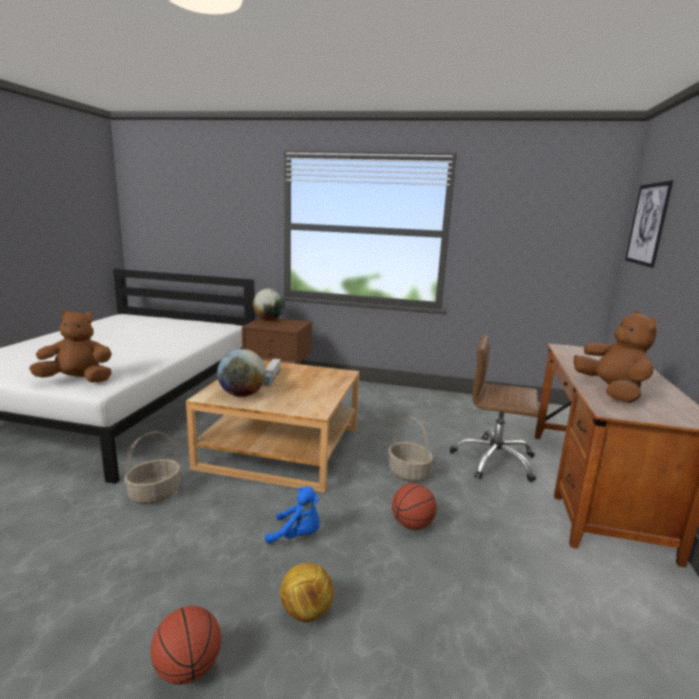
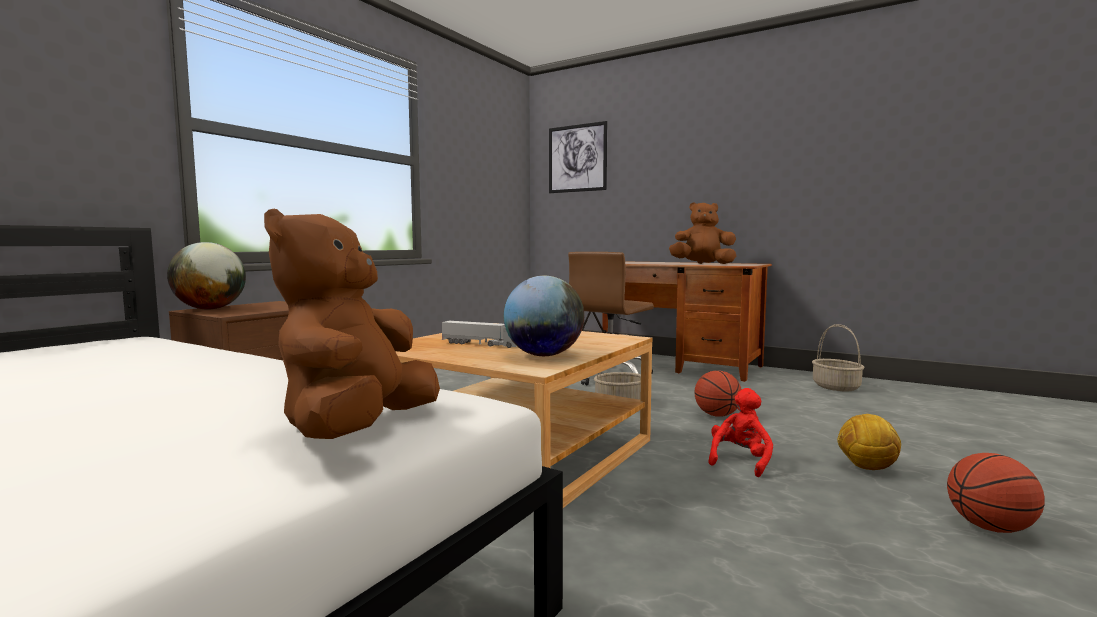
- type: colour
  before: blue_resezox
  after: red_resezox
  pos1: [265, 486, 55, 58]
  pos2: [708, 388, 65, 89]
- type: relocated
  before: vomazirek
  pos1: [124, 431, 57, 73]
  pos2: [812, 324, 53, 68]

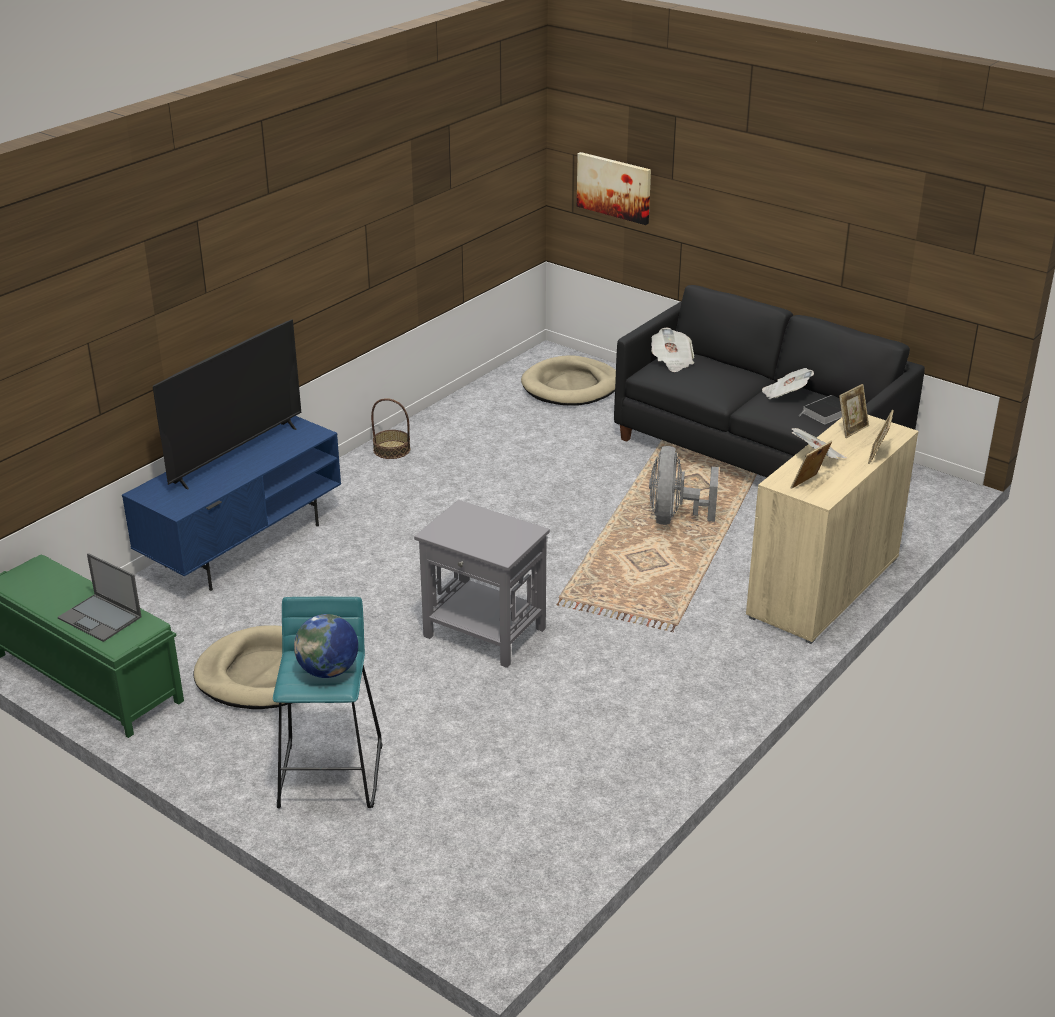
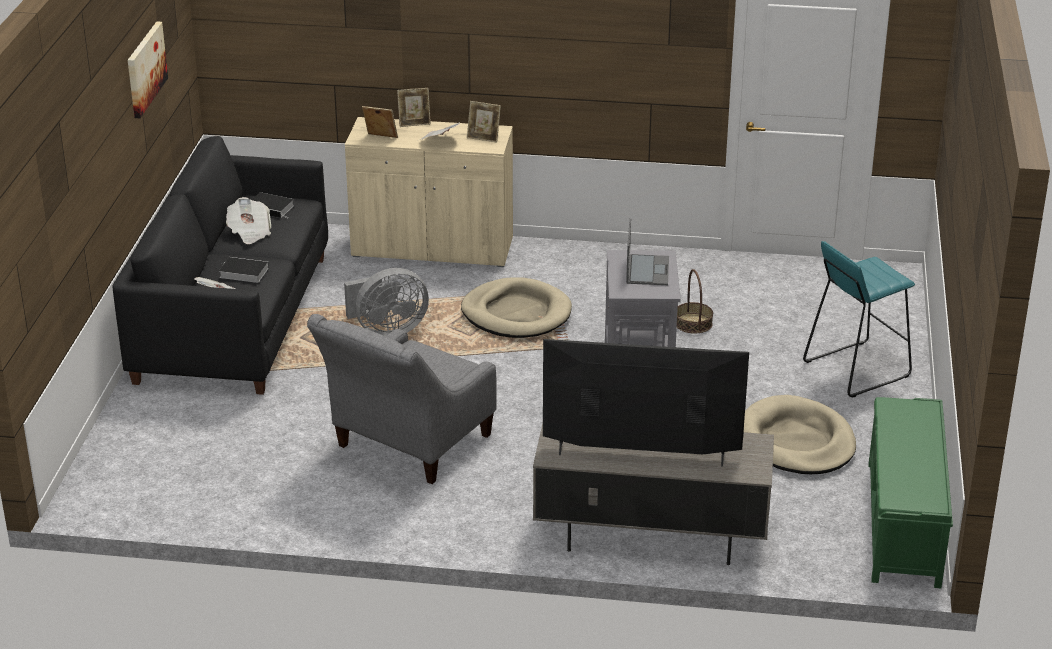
- type: relocated
  before: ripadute
  pos1: [577, 152, 74, 73]
  pos2: [128, 22, 40, 96]
- type: appeared
  after: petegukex
  pos2: [219, 257, 50, 26]
- type: appeared
  after: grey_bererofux
  pos2: [307, 314, 190, 170]
- type: relocated
  before: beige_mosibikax
  pos1: [521, 355, 95, 51]
  pos2: [461, 277, 111, 61]
- type: colour
  before: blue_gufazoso
  after: grey_gufazoso
  pos1: [122, 416, 219, 175]
  pos2: [533, 423, 241, 142]
- type: relocated
  before: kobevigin
  pos1: [58, 553, 84, 89]
  pos2: [626, 219, 43, 66]
- type: relocated
  before: vomazirek
  pos1: [371, 398, 39, 61]
  pos2: [677, 269, 36, 65]
- type: missing
  before: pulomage
  pos1: [294, 614, 64, 64]

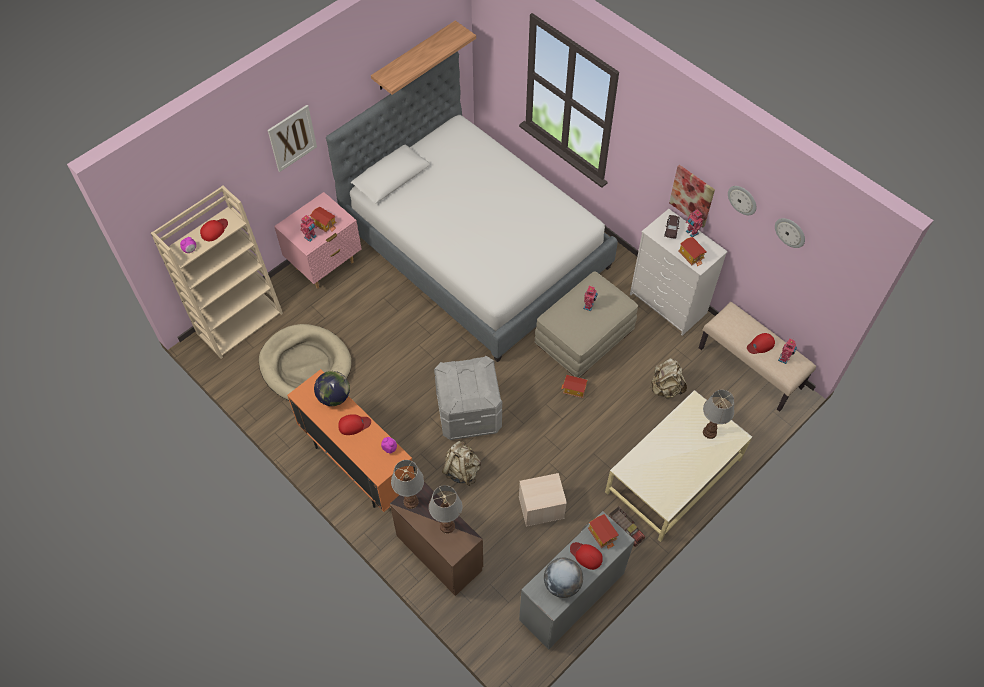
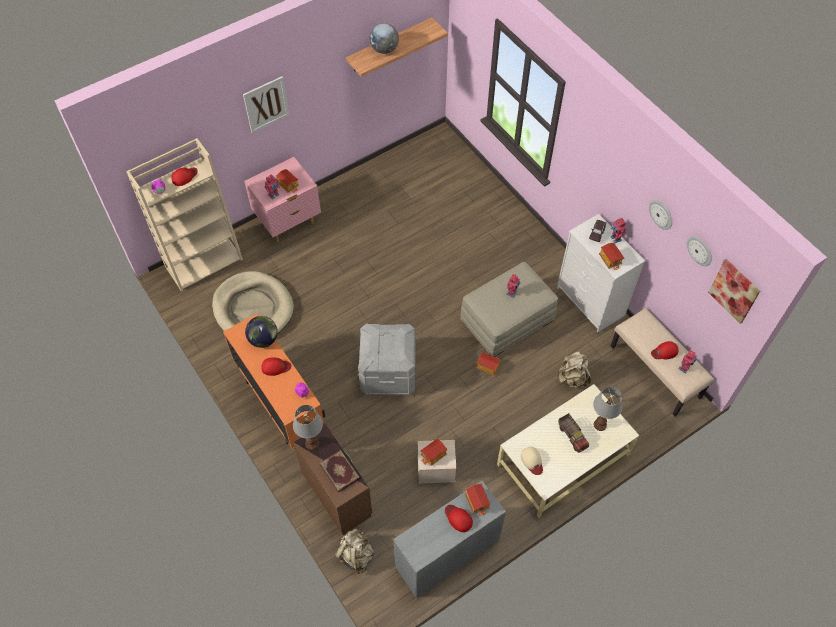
- type: exchanged
  before: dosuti
  after: petegukex
  pos1: [429, 485, 34, 49]
  pos2: [319, 450, 41, 43]
- type: relocated
  before: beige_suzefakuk
  pos1: [442, 441, 39, 45]
  pos2: [335, 529, 39, 45]
- type: relocated
  before: pulomage
  pos1: [544, 558, 39, 40]
  pos2: [370, 23, 29, 31]
- type: appeared
  after: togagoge
  pos2: [421, 438, 26, 28]
- type: appeared
  after: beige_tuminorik
  pos2: [521, 447, 22, 28]
- type: relocated
  before: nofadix
  pos1: [609, 506, 36, 41]
  pos2: [558, 413, 31, 40]
- type: relocated
  before: ripadute
  pos1: [669, 165, 46, 62]
  pos2: [708, 259, 52, 65]
- type: missing
  before: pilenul
  pos1: [326, 51, 292, 311]

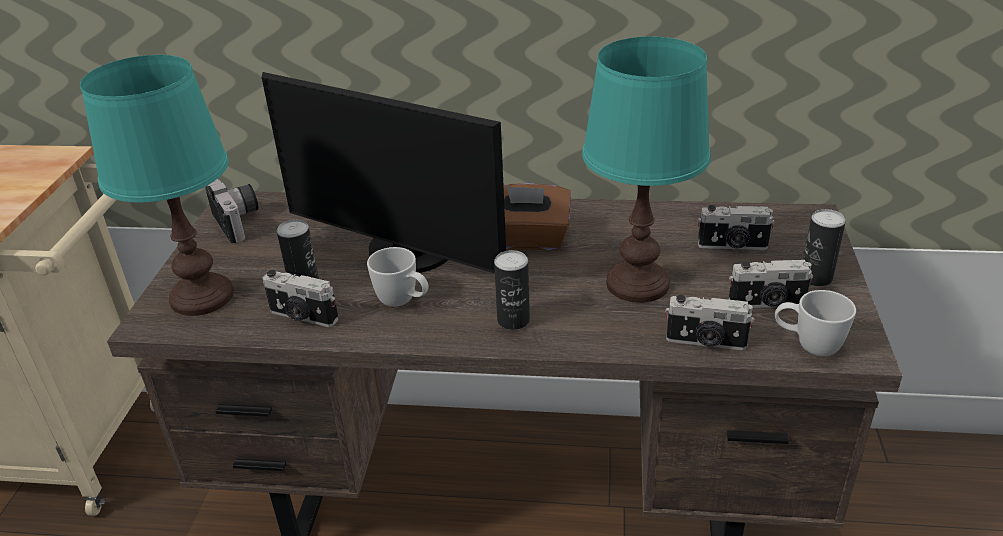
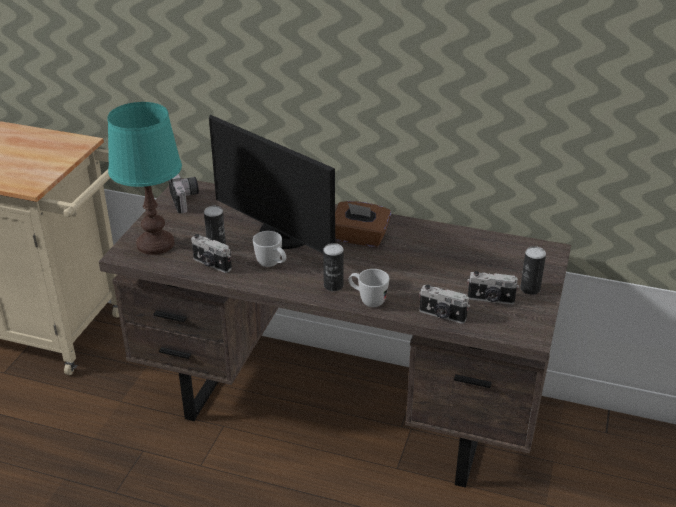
- type: relocated
  before: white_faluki
  pos1: [775, 290, 81, 66]
  pos2: [349, 269, 40, 38]
- type: missing
  before: turquoise_dosuti
  pos1: [582, 37, 129, 266]
- type: missing
  before: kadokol
  pos1: [697, 205, 78, 45]

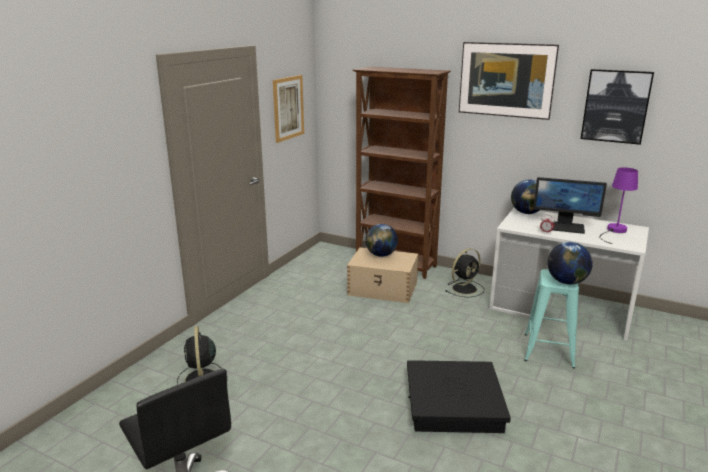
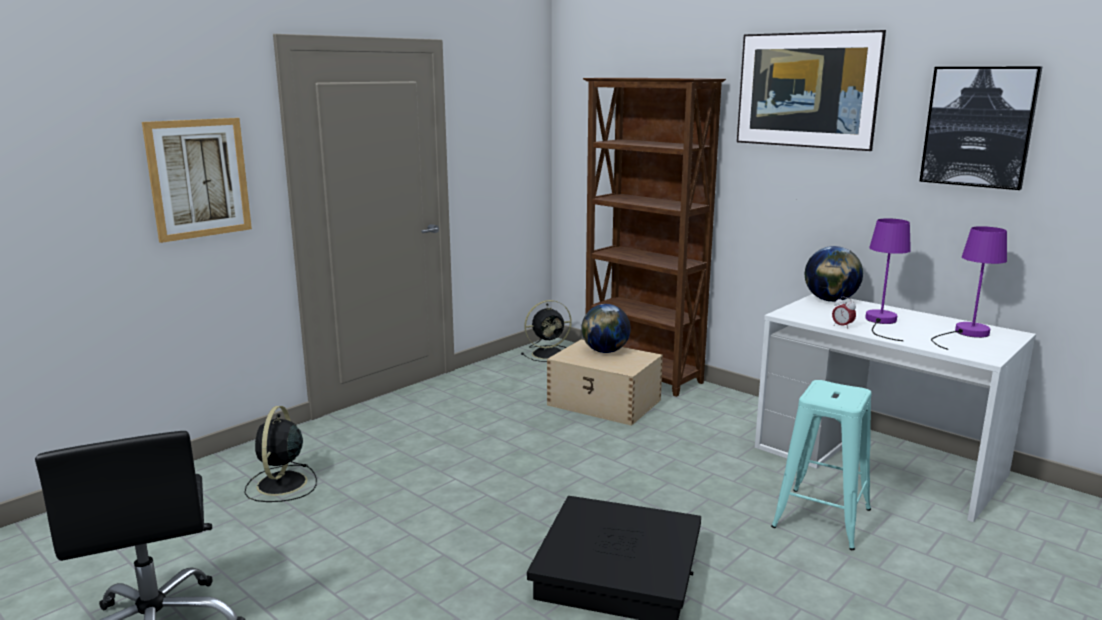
- type: relocated
  before: ripadute
  pos1: [273, 75, 31, 68]
  pos2: [142, 118, 110, 125]
- type: relocated
  before: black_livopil
  pos1: [446, 248, 38, 49]
  pos2: [521, 300, 51, 62]
- type: exchanged
  before: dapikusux
  after: purple_dosuti
  pos1: [533, 177, 74, 57]
  pos2: [865, 218, 46, 123]
- type: missing
  before: pulomage
  pos1: [547, 242, 46, 42]

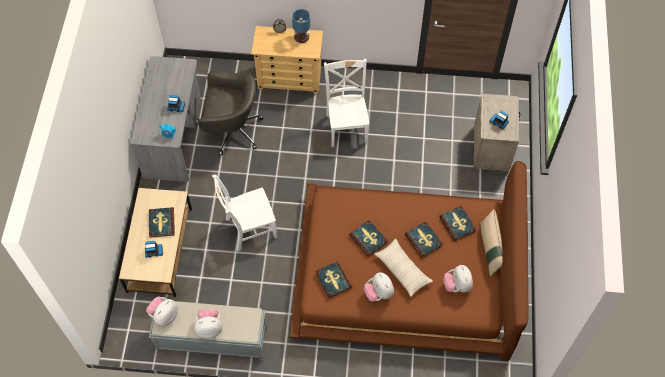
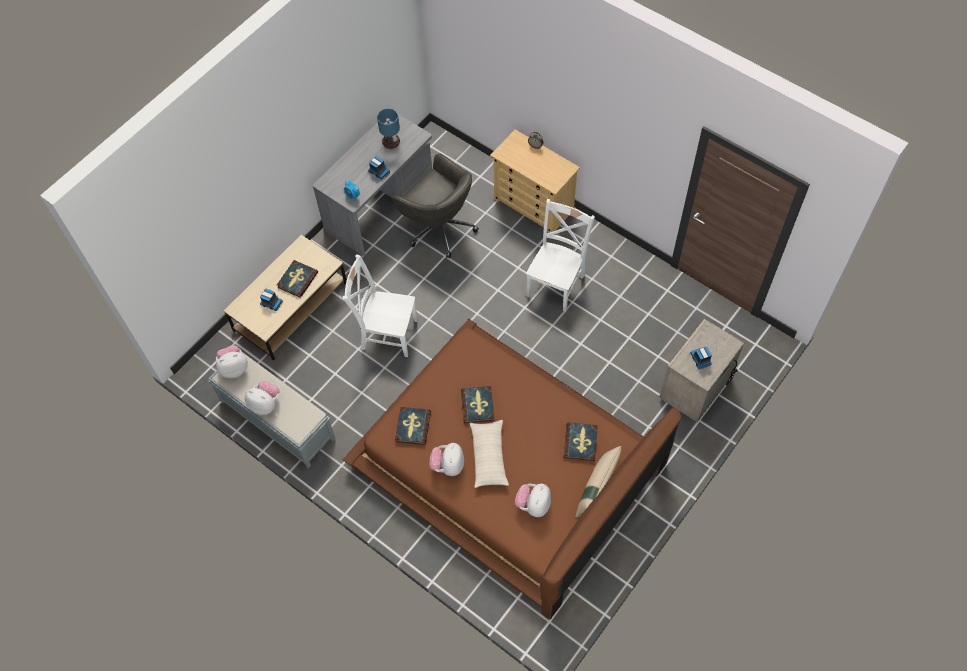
- type: relocated
  before: dosuti
  pos1: [292, 9, 18, 34]
  pos2: [377, 108, 23, 41]
- type: missing
  before: petegukex
  pos1: [405, 221, 38, 37]

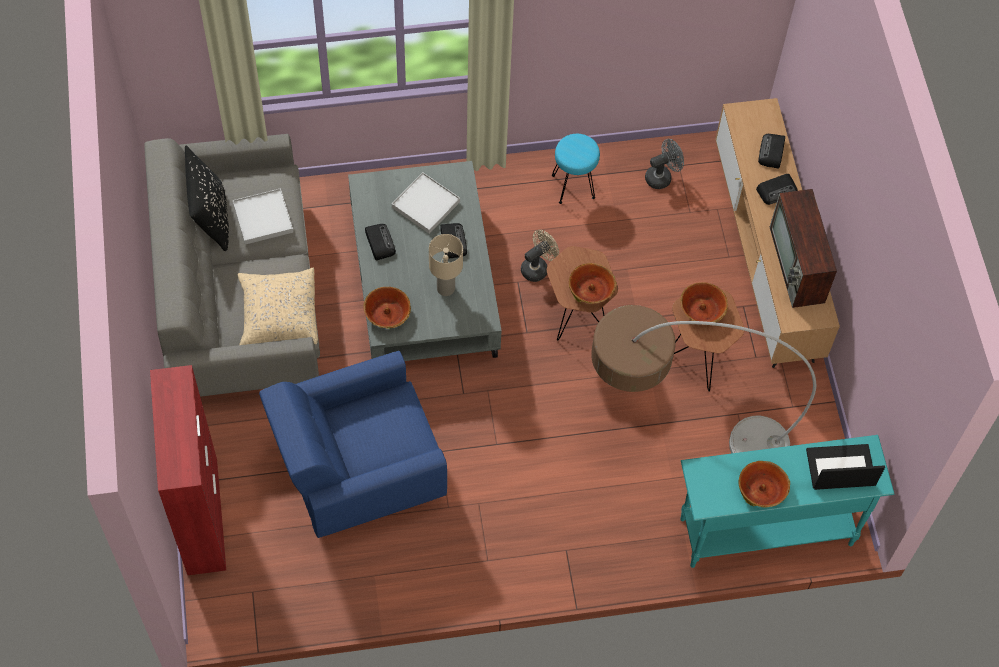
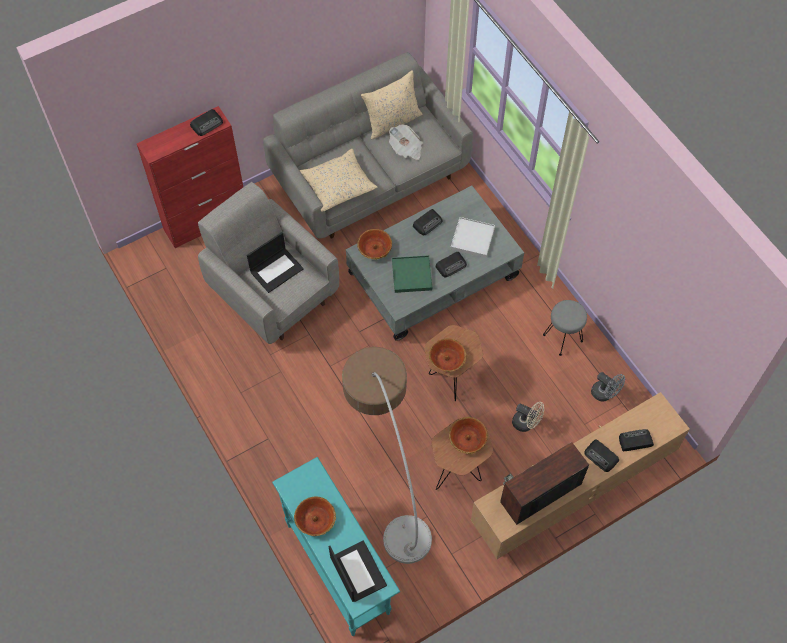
- type: appeared
  after: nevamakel
  pos2: [190, 109, 33, 27]
- type: colour
  before: blue_bererofux
  after: grey_bererofux
  pos1: [259, 351, 188, 187]
  pos2: [198, 182, 141, 162]
- type: appeared
  after: kobevigin
  pos2: [247, 232, 57, 61]
- type: colour
  before: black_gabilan
  after: beige_gabilan
  pos1: [185, 145, 44, 106]
  pos2: [361, 70, 62, 69]
- type: exchanged
  before: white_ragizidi
  after: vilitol
  pos1: [233, 188, 60, 57]
  pos2: [389, 124, 34, 36]
- type: exchanged
  before: beige_dosuti
  after: green_ragizidi
  pos1: [429, 234, 34, 62]
  pos2: [392, 255, 40, 38]
- type: relocated
  before: beige_livopil
  pos1: [521, 230, 38, 52]
  pos2: [512, 402, 32, 30]
- type: colour
  before: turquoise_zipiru
  after: grey_zipiru
  pos1: [552, 134, 48, 70]
  pos2: [543, 300, 44, 56]

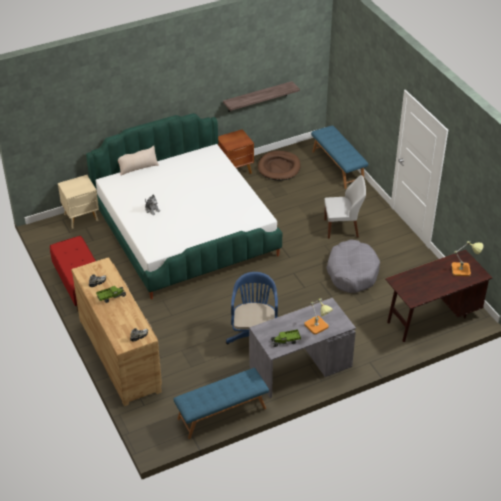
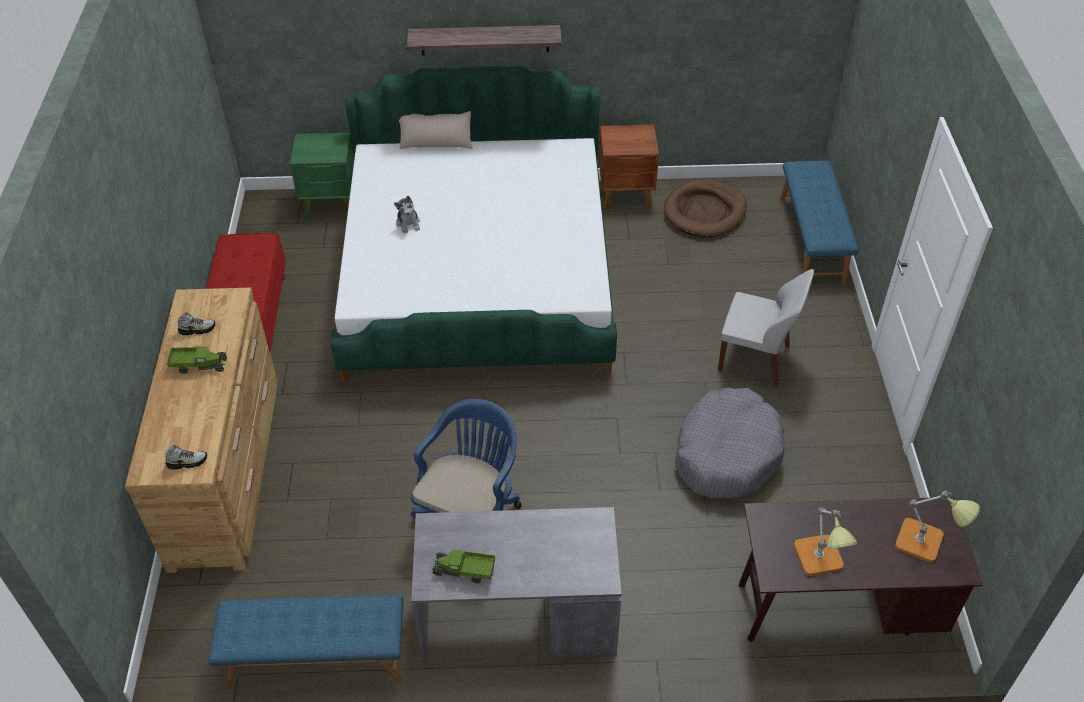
- type: colour
  before: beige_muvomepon
  after: green_muvomepon
  pos1: [58, 175, 41, 54]
  pos2: [290, 133, 64, 86]
- type: relocated
  before: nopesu
  pos1: [223, 81, 77, 31]
  pos2: [407, 25, 155, 30]
- type: relocated
  before: dosuti
  pos1: [304, 299, 29, 36]
  pos2: [794, 508, 63, 68]

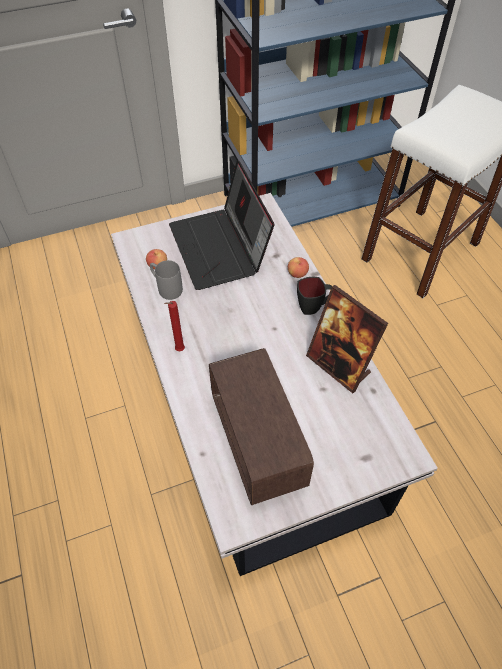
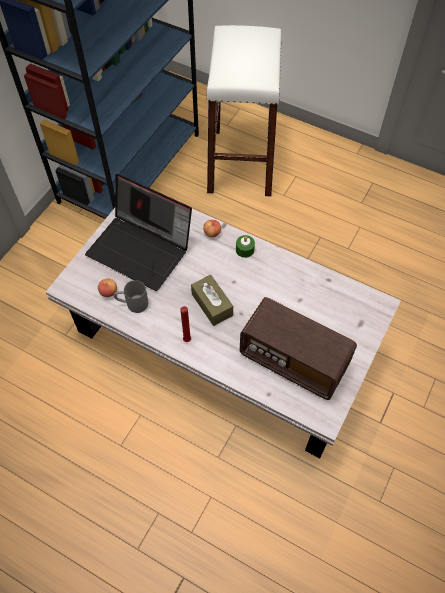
- type: appeared
  after: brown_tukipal
  pos2: [191, 275, 42, 51]
- type: exchanged
  before: black_faluki
  after: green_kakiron
  pos1: [297, 277, 35, 38]
  pos2: [236, 235, 19, 23]
- type: missing
  before: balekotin
  pos1: [306, 285, 82, 108]

